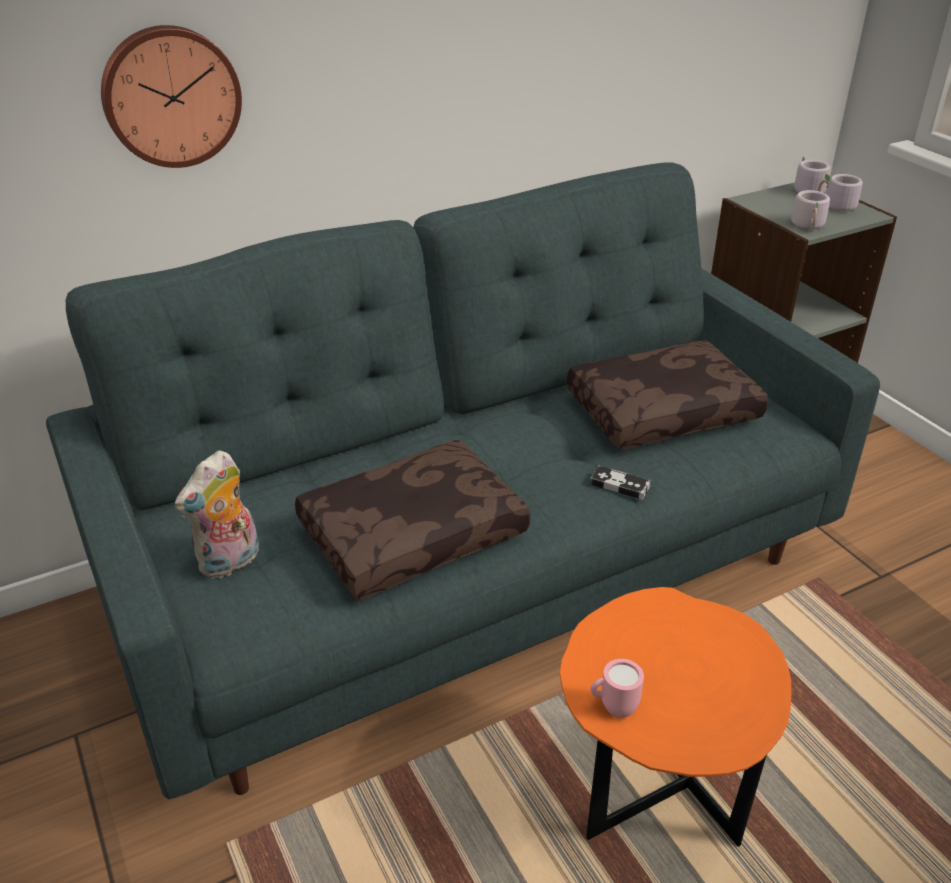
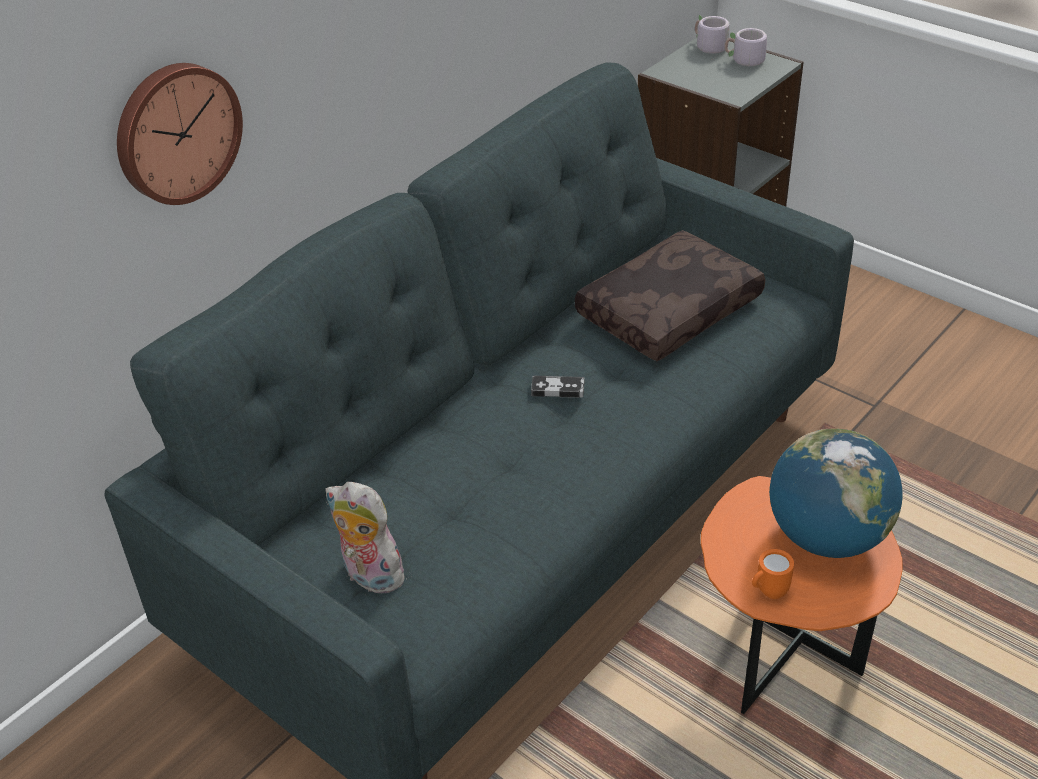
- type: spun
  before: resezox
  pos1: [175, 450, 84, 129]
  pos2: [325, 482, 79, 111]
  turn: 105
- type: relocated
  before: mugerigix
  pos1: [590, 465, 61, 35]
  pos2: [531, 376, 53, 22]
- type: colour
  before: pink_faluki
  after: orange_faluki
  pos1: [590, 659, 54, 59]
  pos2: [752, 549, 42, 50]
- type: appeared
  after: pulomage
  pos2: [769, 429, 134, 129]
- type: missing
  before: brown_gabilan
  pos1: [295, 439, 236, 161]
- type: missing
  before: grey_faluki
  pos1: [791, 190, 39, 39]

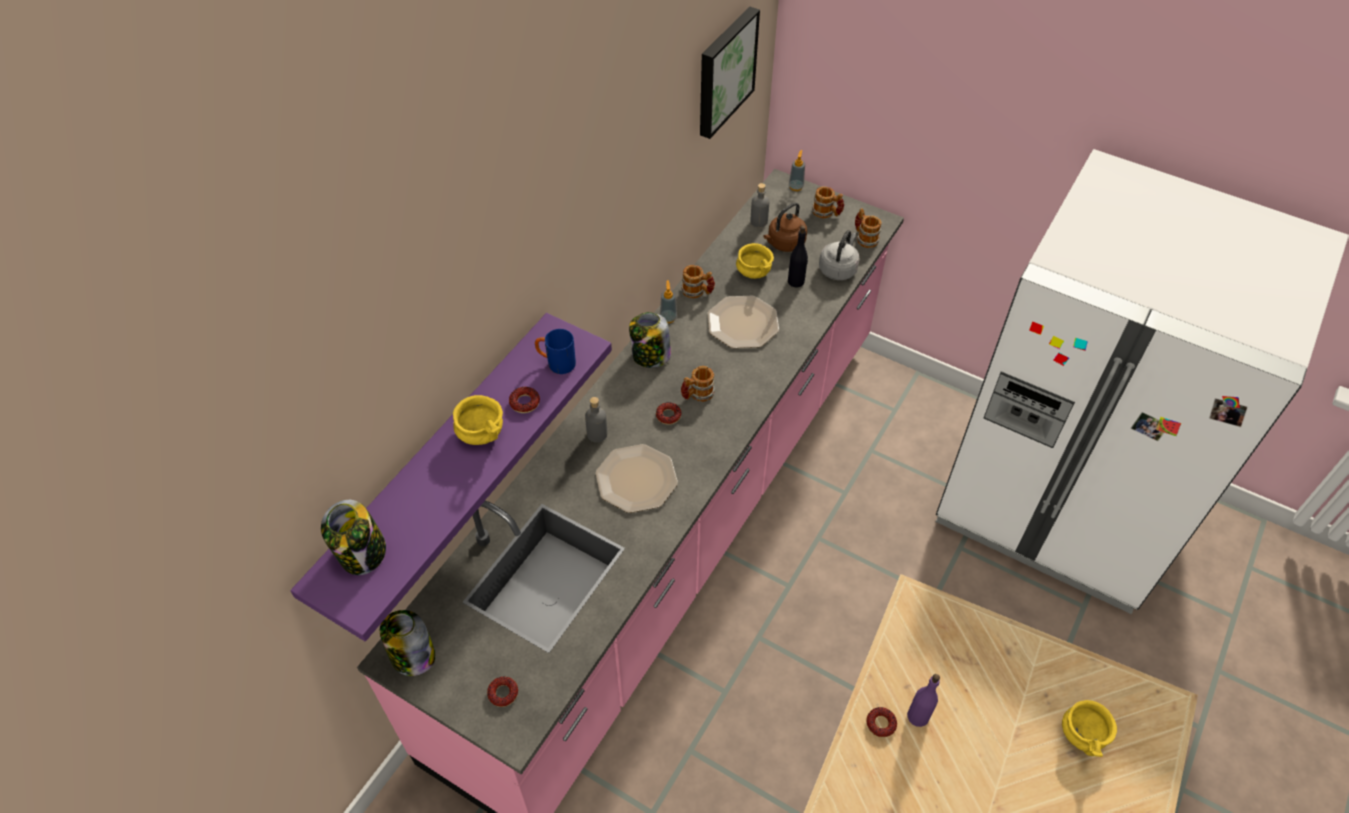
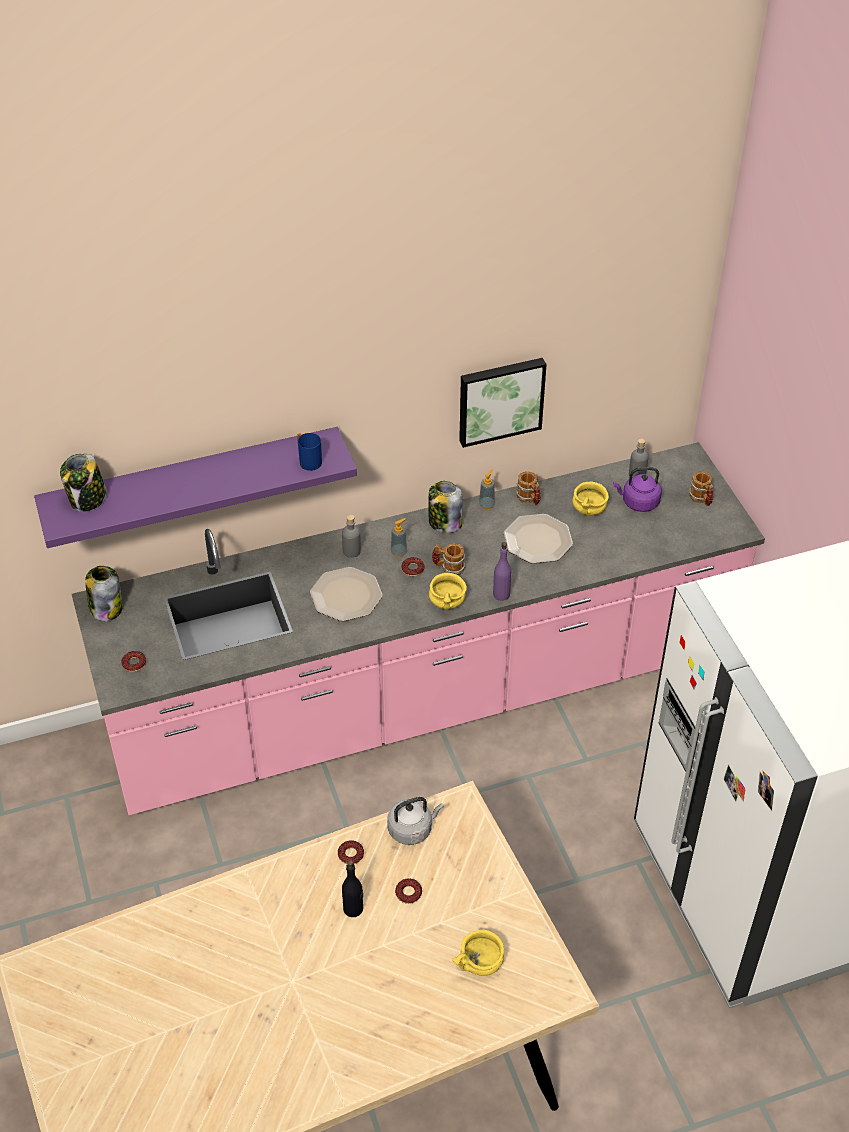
- type: relocated
  before: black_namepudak
  pos1: [788, 226, 20, 62]
  pos2: [342, 860, 21, 57]
- type: relocated
  before: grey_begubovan
  pos1: [819, 230, 41, 50]
  pos2: [387, 797, 57, 48]
- type: relocated
  before: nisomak
  pos1: [789, 150, 16, 41]
  pos2: [391, 518, 16, 39]
- type: relocated
  before: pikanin
  pos1: [509, 387, 31, 26]
  pos2: [395, 878, 27, 26]
- type: relocated
  before: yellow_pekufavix
  pos1: [453, 395, 50, 50]
  pos2: [429, 573, 38, 36]
- type: relocated
  before: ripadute
  pos1: [700, 6, 60, 133]
  pos2: [459, 358, 88, 90]
- type: relocated
  before: purple_namepudak
  pos1: [907, 674, 33, 53]
  pos2: [493, 542, 19, 59]
- type: colour
  before: brown_begubovan
  after: purple_begubovan
  pos1: [764, 202, 43, 50]
  pos2: [613, 467, 49, 45]
- type: missing
  before: faluki
  pos1: [855, 208, 27, 40]

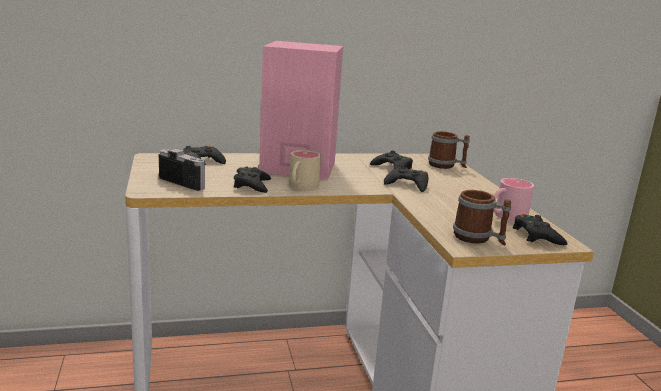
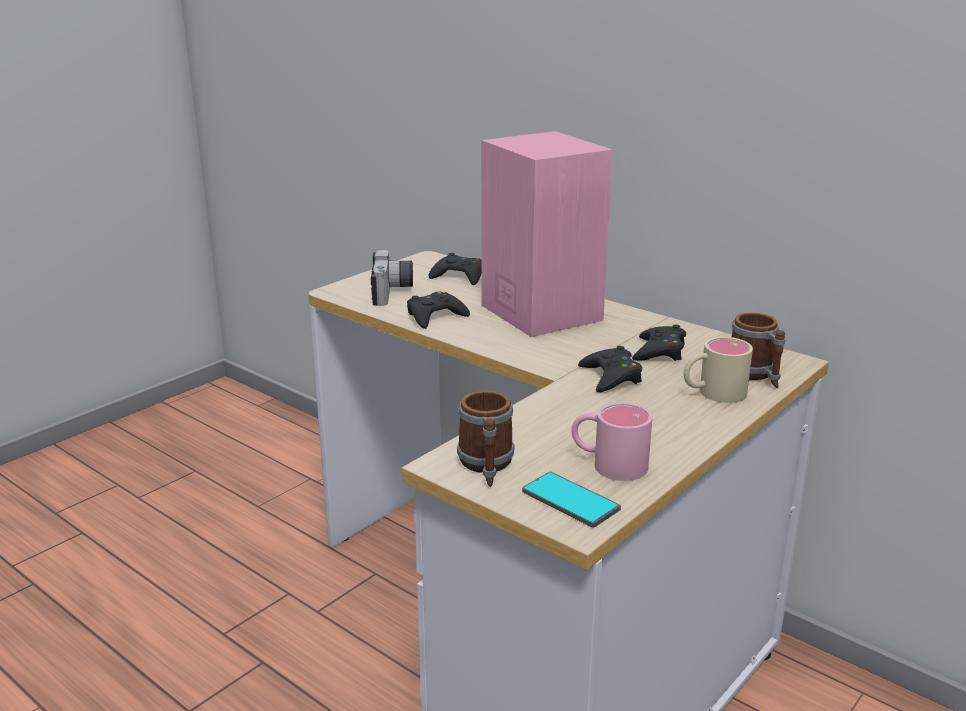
- type: exchanged
  before: black_mugerigix
  after: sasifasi
  pos1: [513, 214, 55, 31]
  pos2: [522, 472, 99, 56]
- type: relocated
  before: beige_faluki
  pos1: [289, 150, 32, 40]
  pos2: [684, 337, 69, 66]

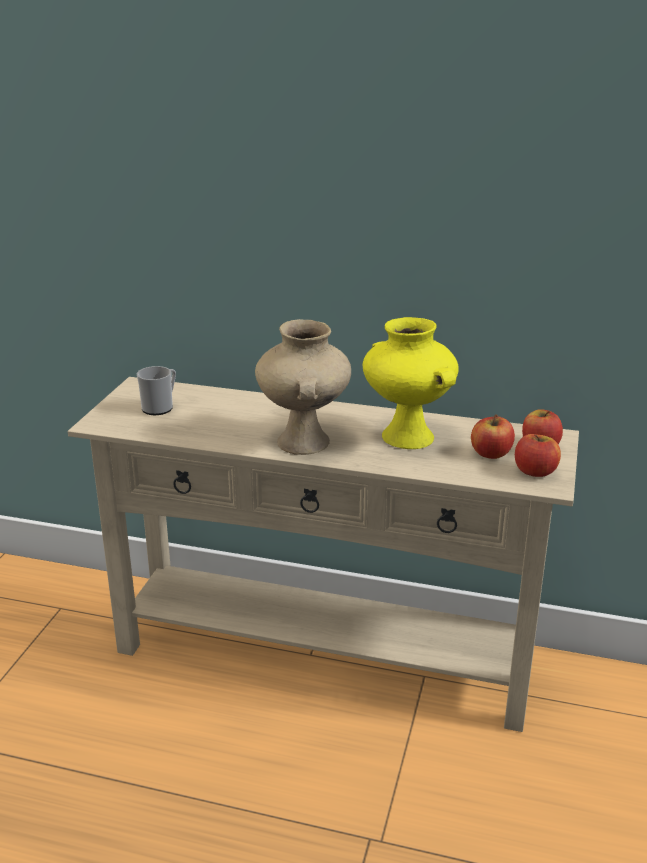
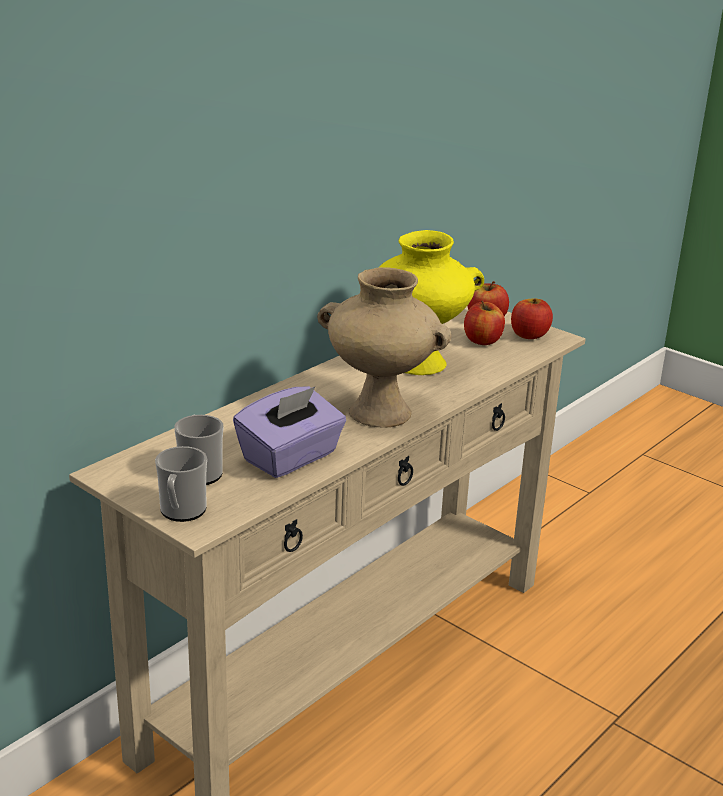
- type: appeared
  after: faluki
  pos2: [155, 446, 52, 76]
- type: appeared
  after: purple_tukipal
  pos2: [233, 386, 113, 92]

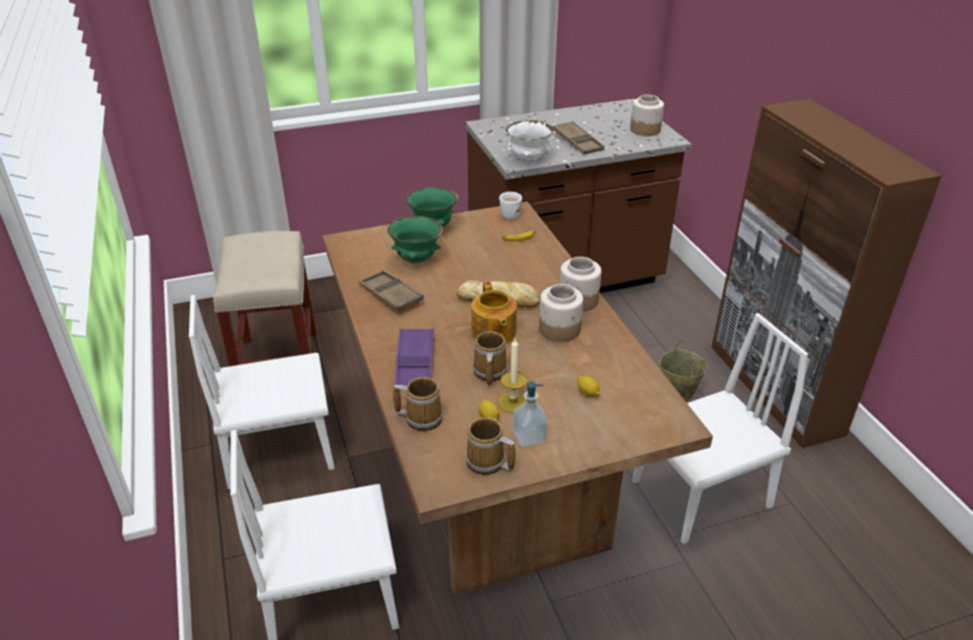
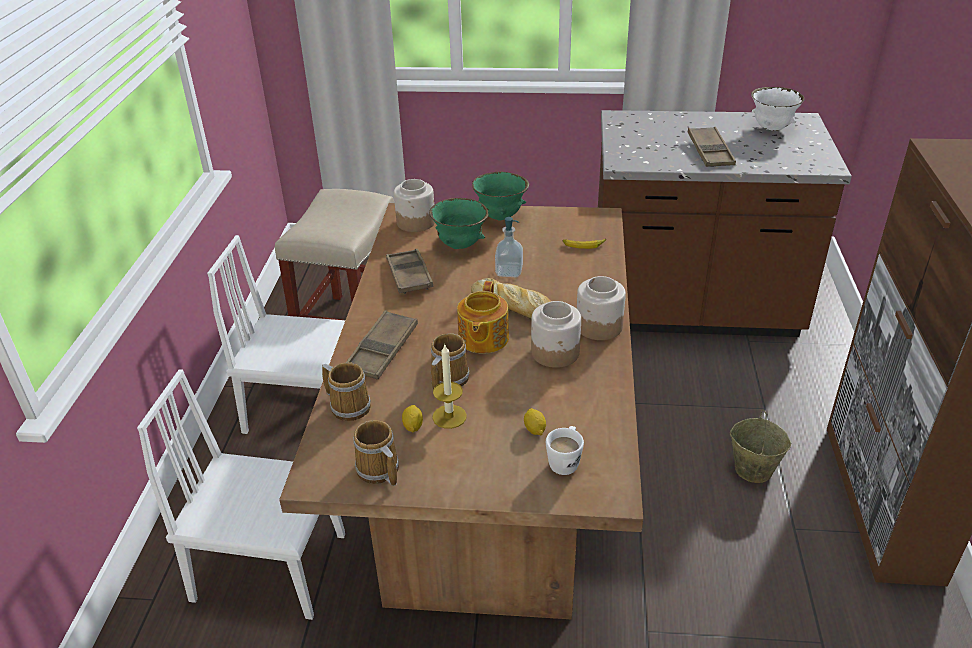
- type: colour
  before: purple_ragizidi
  after: brown_ragizidi
  pos1: [394, 328, 40, 58]
  pos2: [346, 310, 72, 70]
- type: relocated
  before: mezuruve
  pos1: [630, 95, 34, 41]
  pos2: [394, 179, 41, 53]
- type: relocated
  before: nisomak
  pos1: [512, 382, 36, 65]
  pos2: [495, 217, 28, 60]
- type: relocated
  before: white_faluki
  pos1: [499, 192, 23, 28]
  pos2: [546, 426, 38, 49]
- type: relocated
  before: white_pekufavix
  pos1: [505, 120, 48, 41]
  pos2: [751, 87, 53, 44]
- type: missing
  before: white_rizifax
  pos1: [632, 313, 176, 231]

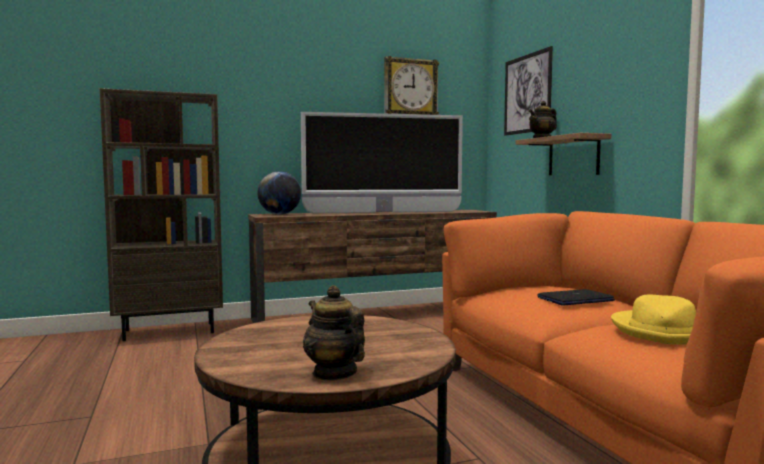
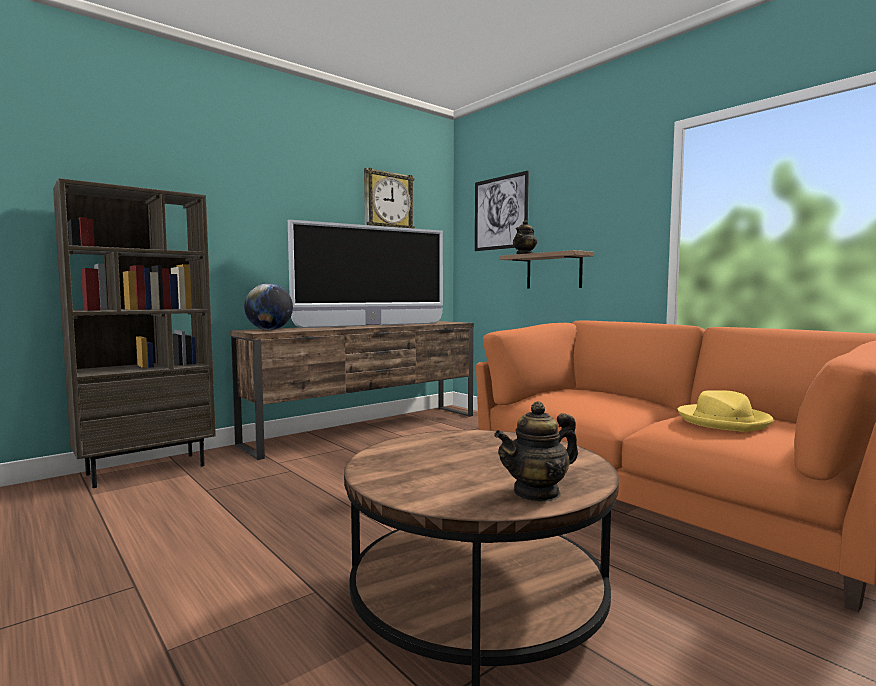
- type: spun
  before: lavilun
  pos1: [303, 285, 62, 96]
  pos2: [494, 401, 84, 101]
  turn: -60
- type: missing
  before: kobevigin
  pos1: [537, 289, 78, 17]

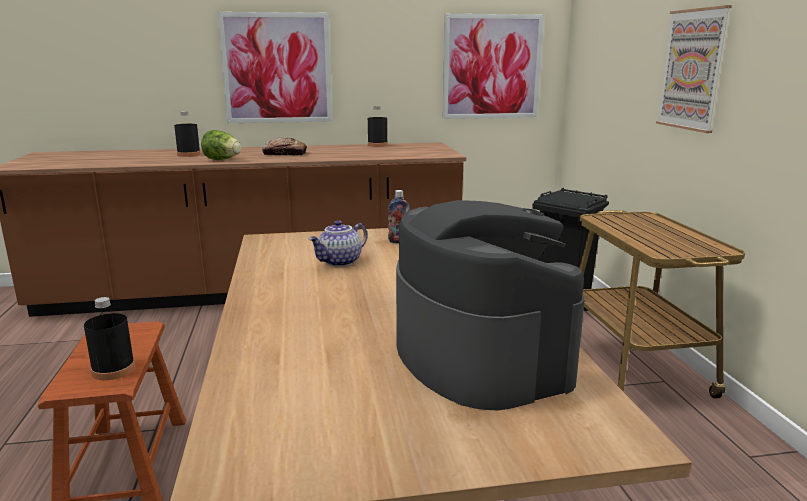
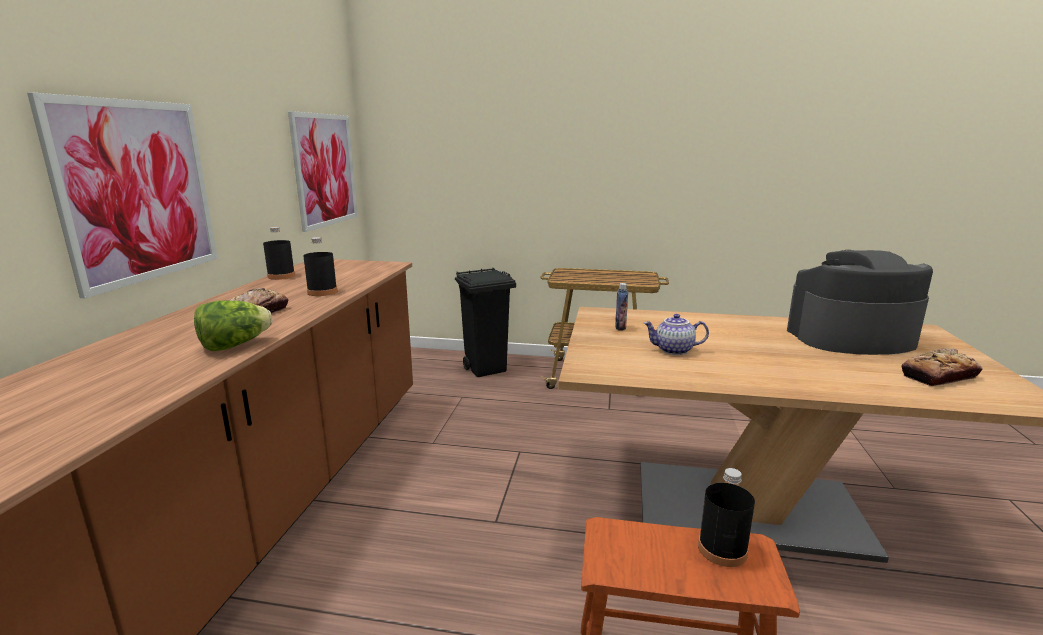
- type: relocated
  before: black_namepudak
  pos1: [174, 111, 27, 46]
  pos2: [303, 237, 34, 59]
- type: spun
  before: lavilun
  pos1: [308, 220, 59, 47]
  pos2: [643, 314, 66, 41]
  turn: 120
- type: appeared
  after: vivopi
  pos2: [902, 349, 80, 37]
- type: missing
  before: ripadute
  pos1: [656, 5, 76, 128]

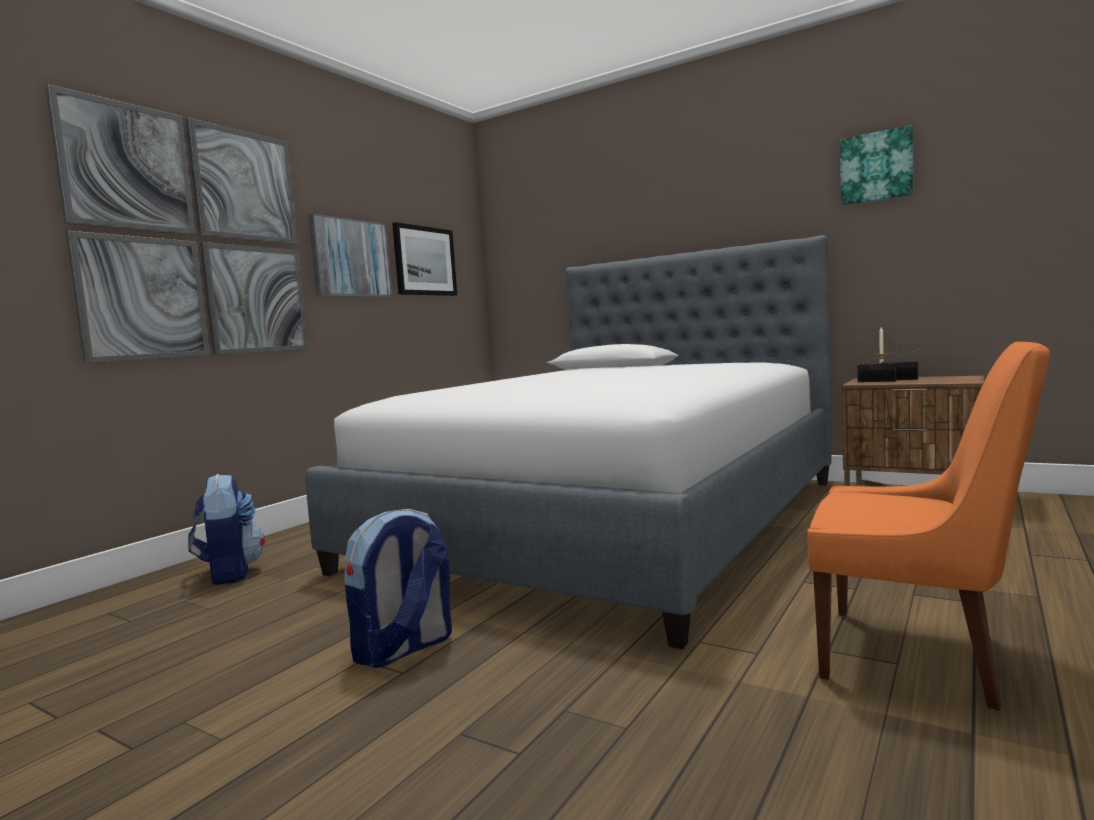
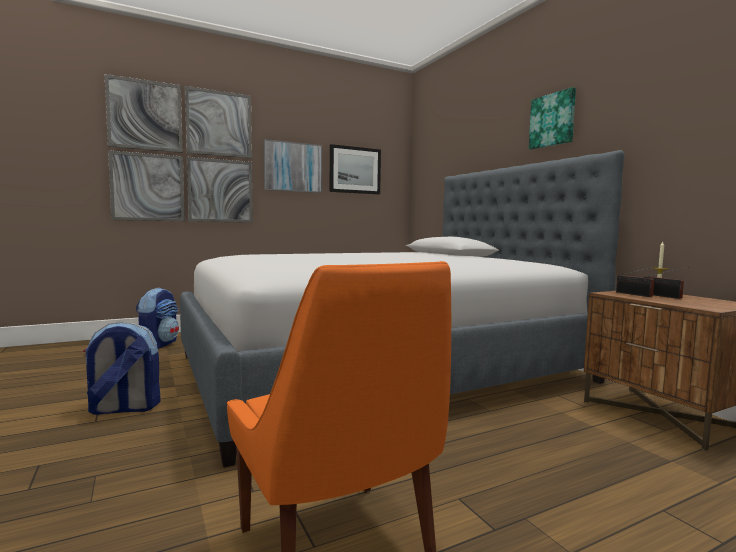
- type: relocated
  before: ripadute
  pos1: [840, 125, 73, 80]
  pos2: [529, 87, 47, 62]

